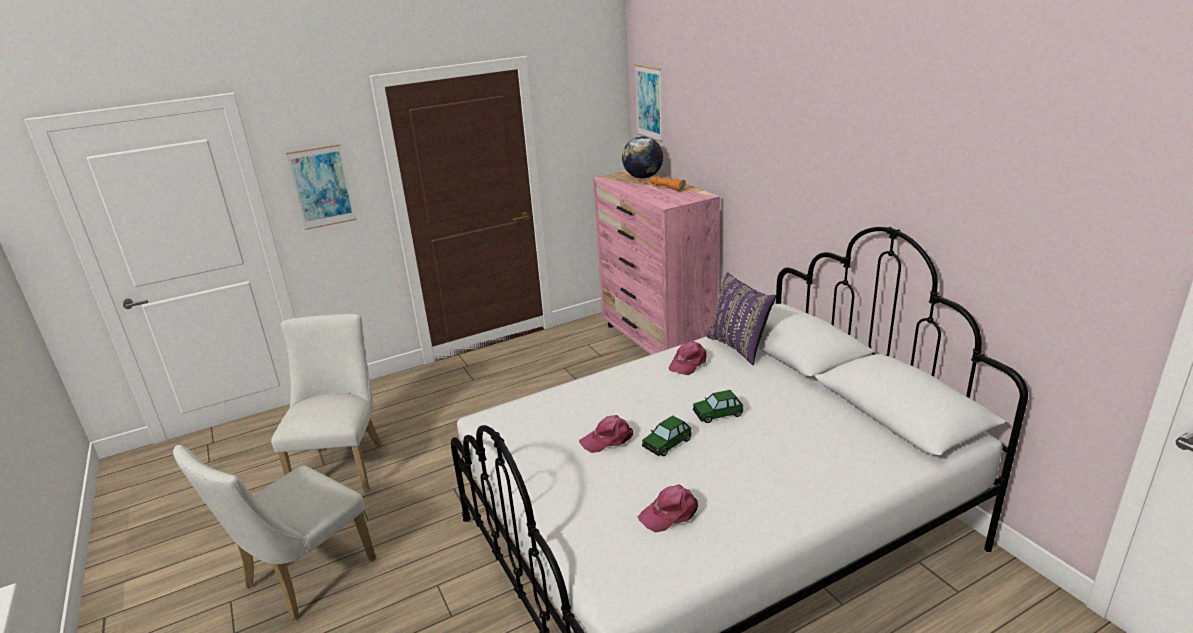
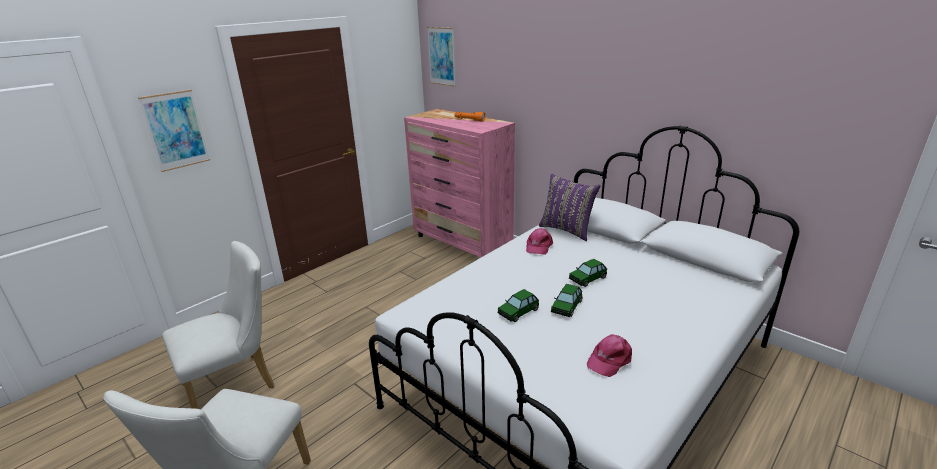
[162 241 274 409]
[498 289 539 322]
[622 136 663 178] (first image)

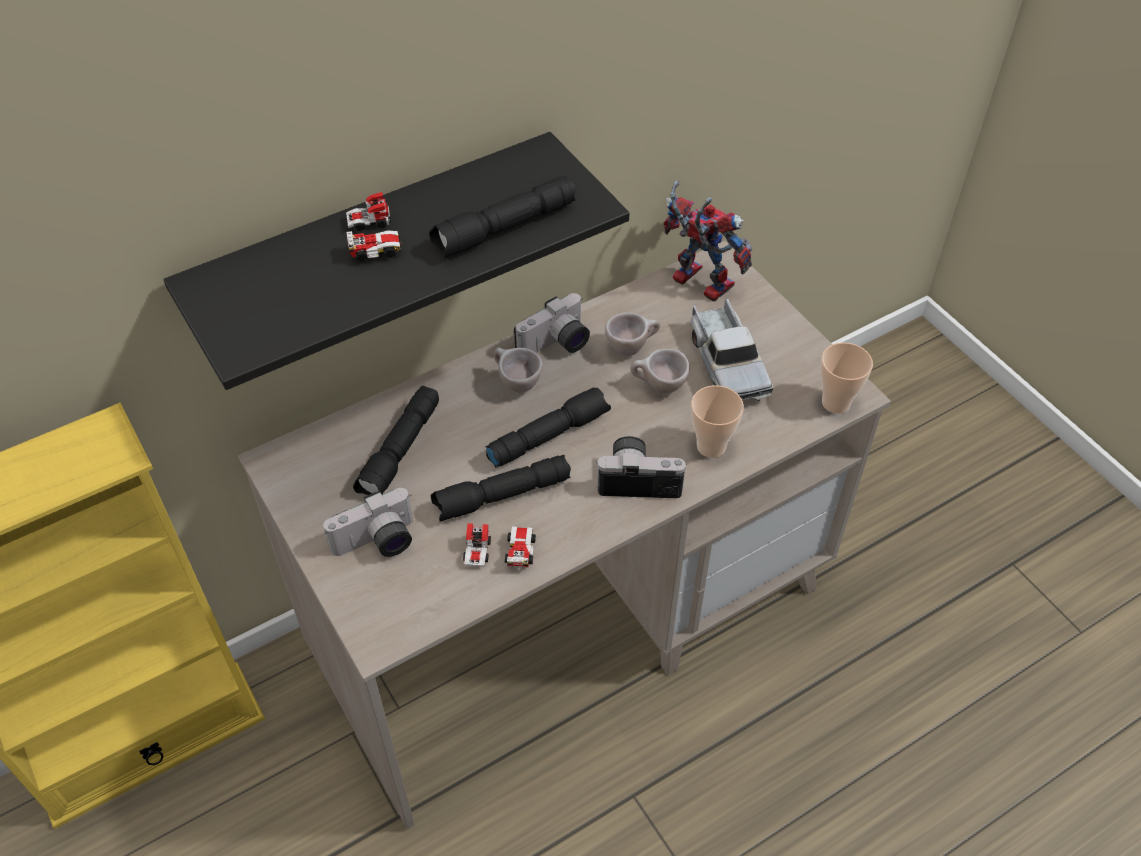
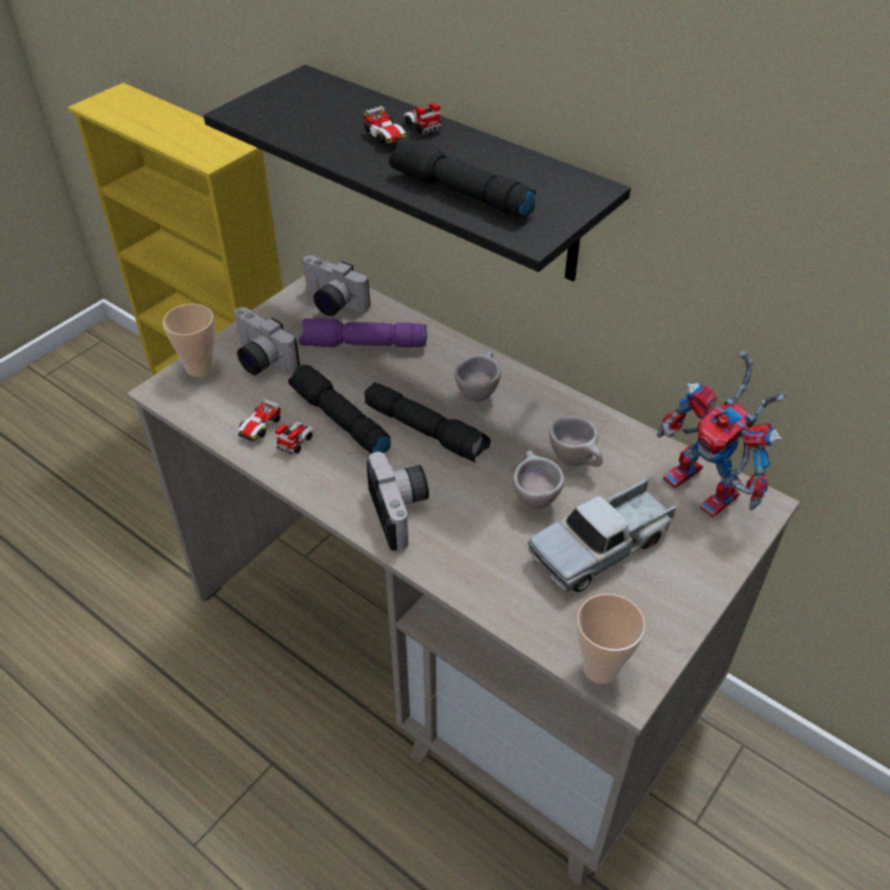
[299 318 427 347]
[238 398 314 455]
[302 255 370 316]
[657 351 786 517]
[163 304 215 377]

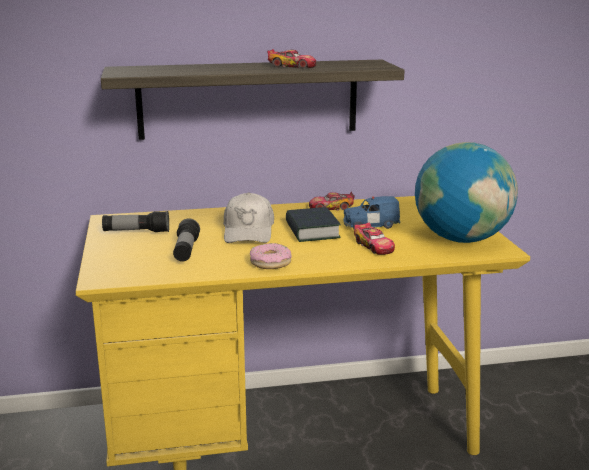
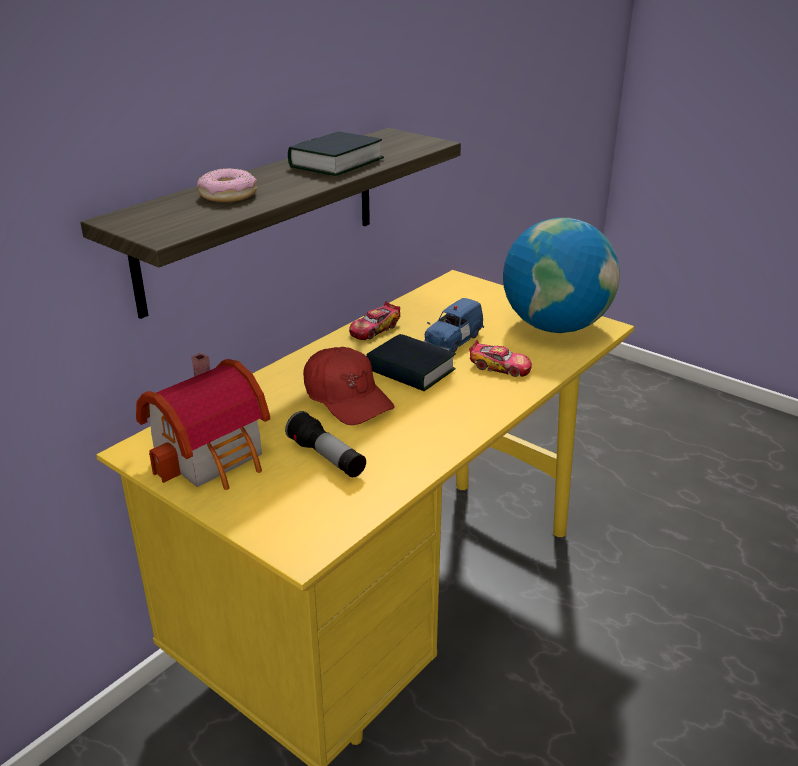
[136 353 270 490]
[303 347 395 425]
[197 168 257 202]
[288 131 384 176]

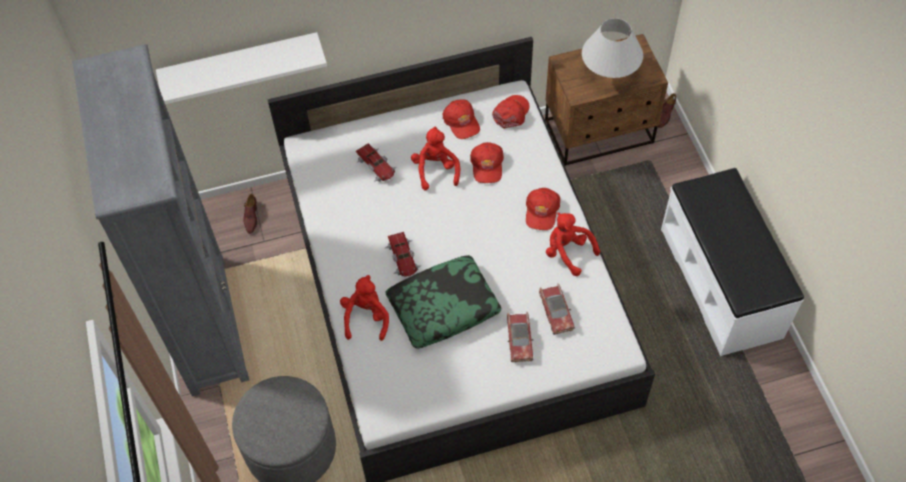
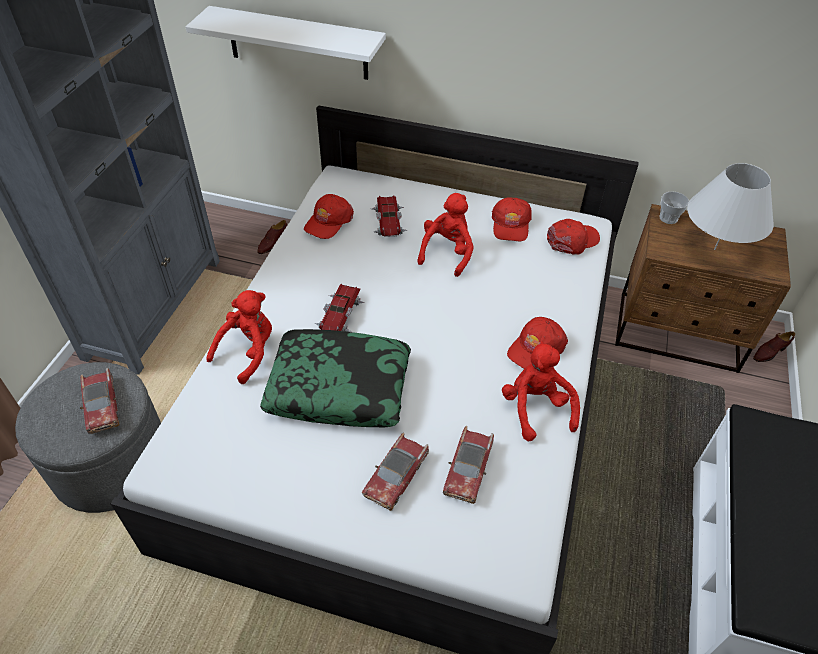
[304 194 354 239]
[80 368 120 434]
[659 191 689 224]

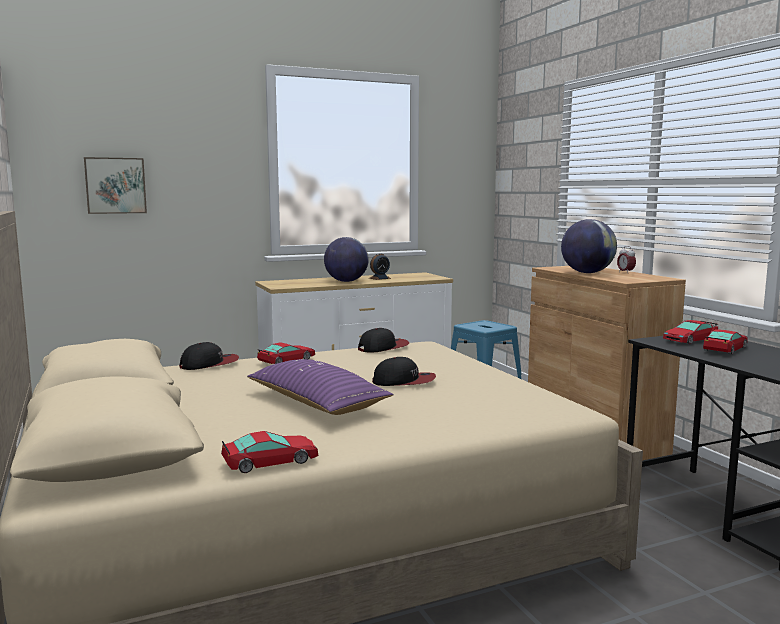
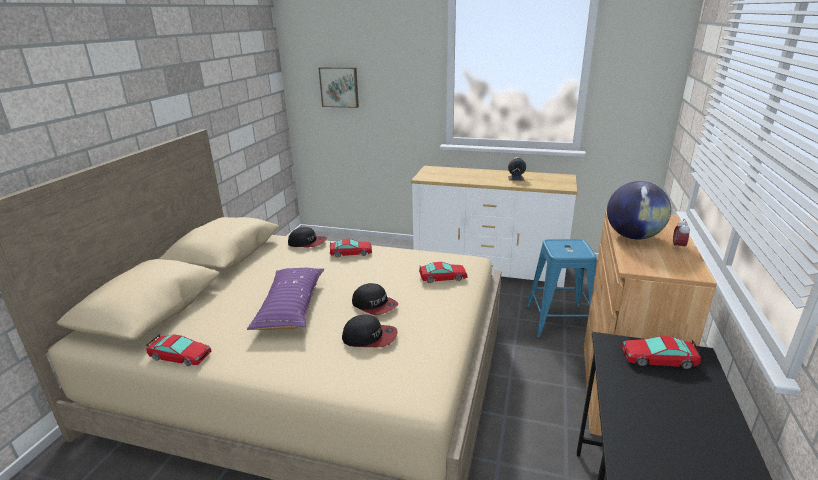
[324 237 369 282] (first image)
[342 314 398 347]
[419 262 467 283]

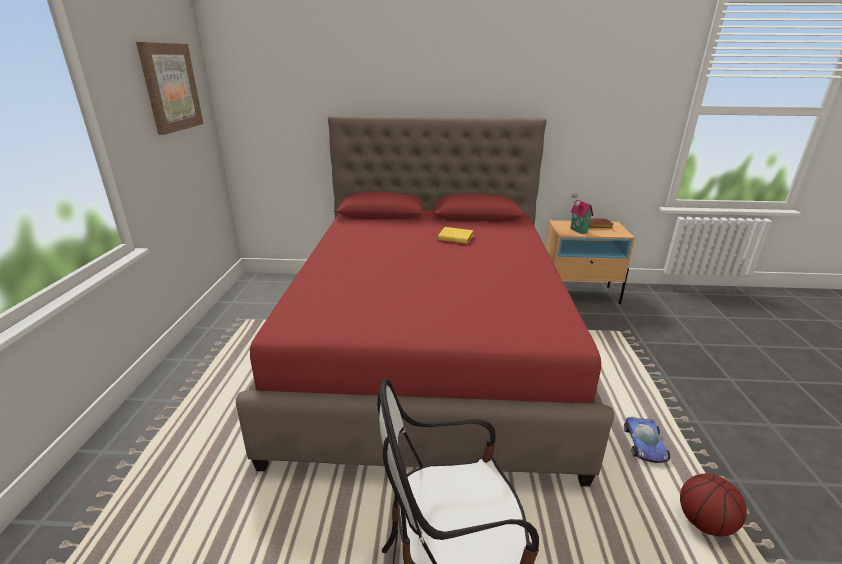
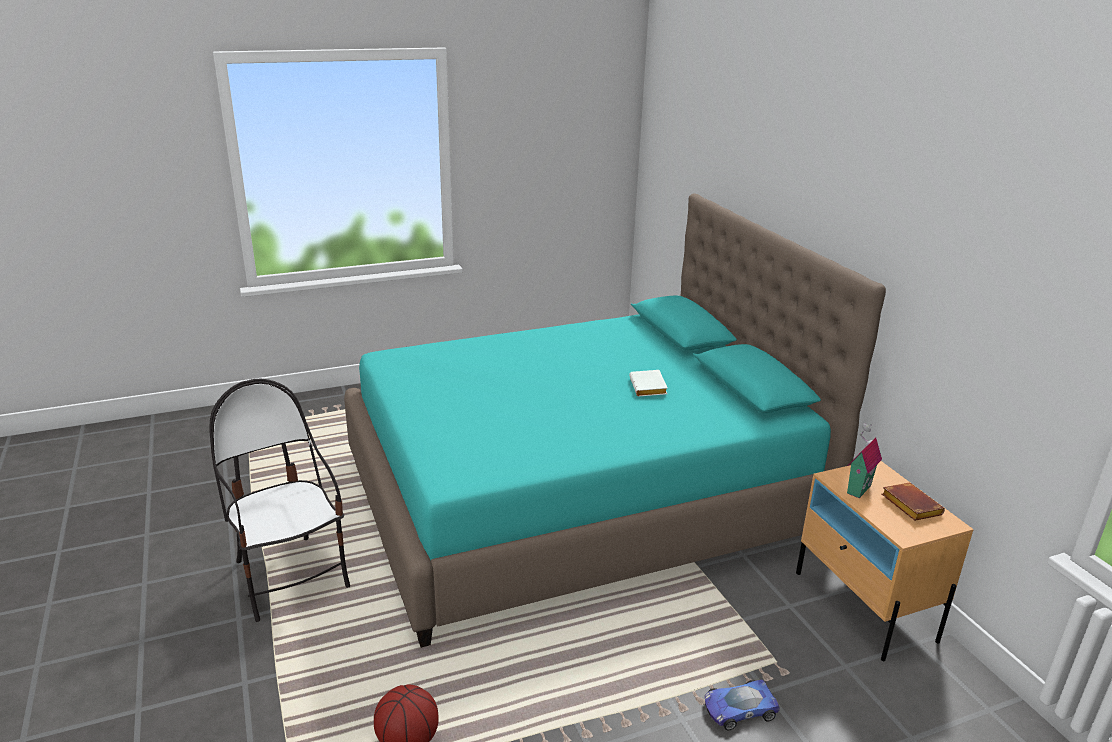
[136 42 203 135] (first image)
[344 193 886 648]
[629 370 668 396]
[705 679 780 731]

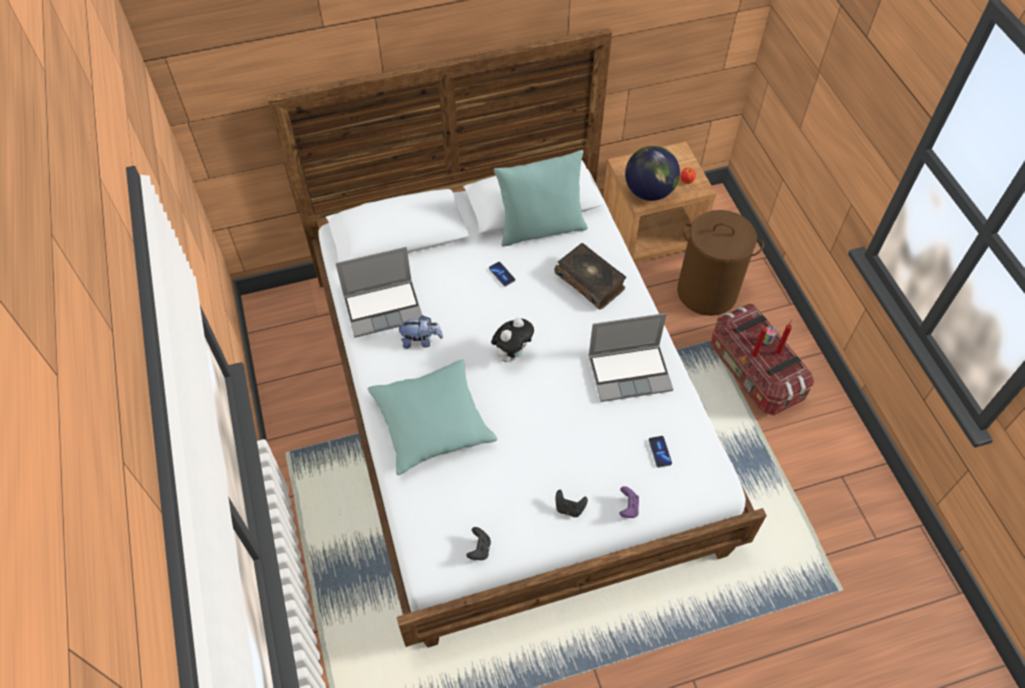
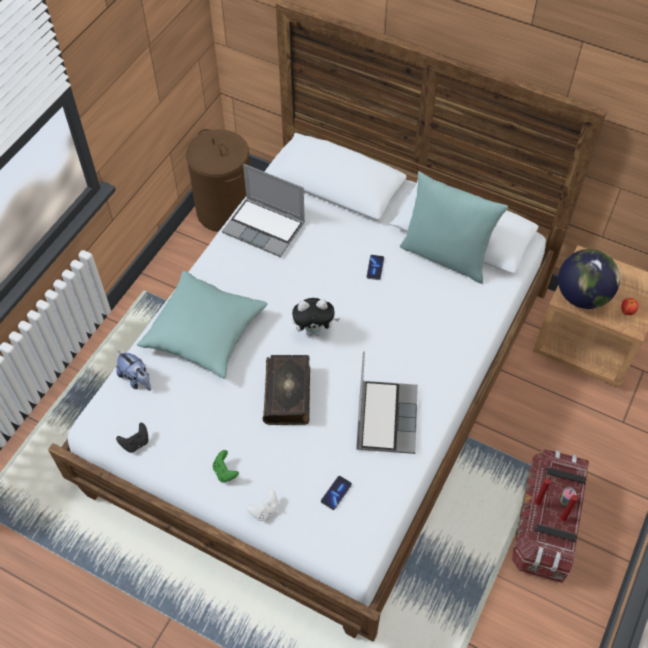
[116 351 151 391]
[263 355 310 425]
[213 450 239 482]
[356 351 418 454]
[246 489 279 521]
[186 129 250 232]

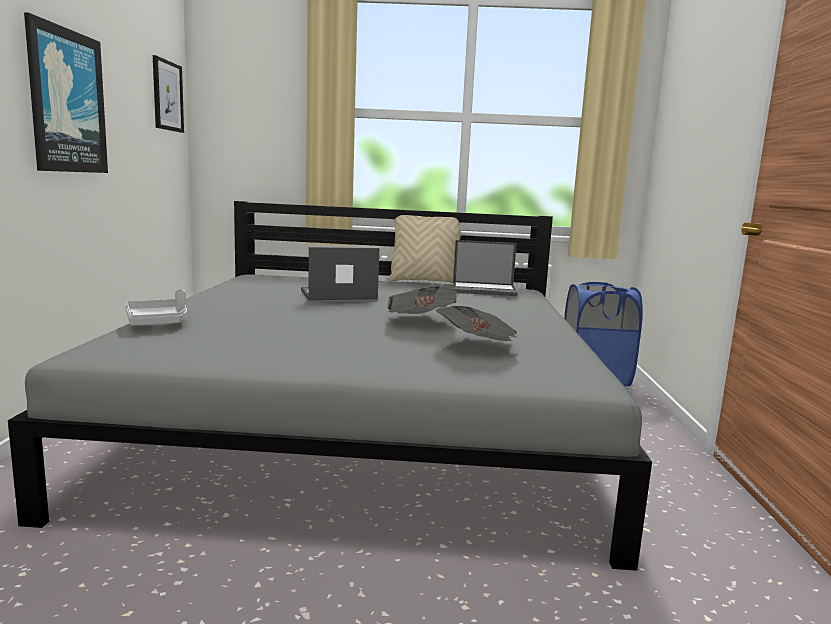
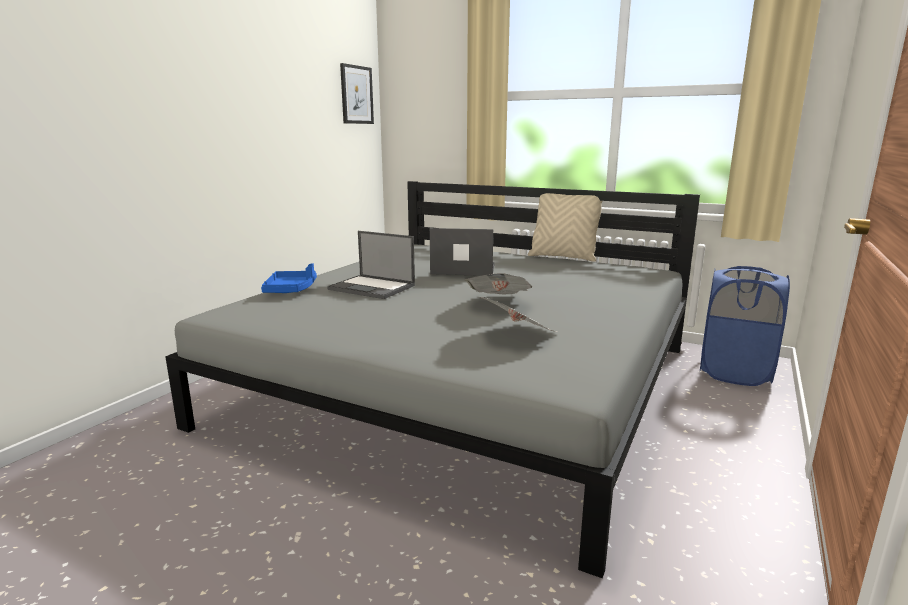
[24 12 108 173] (first image)
[261 264 317 293]
[327 231 415 299]

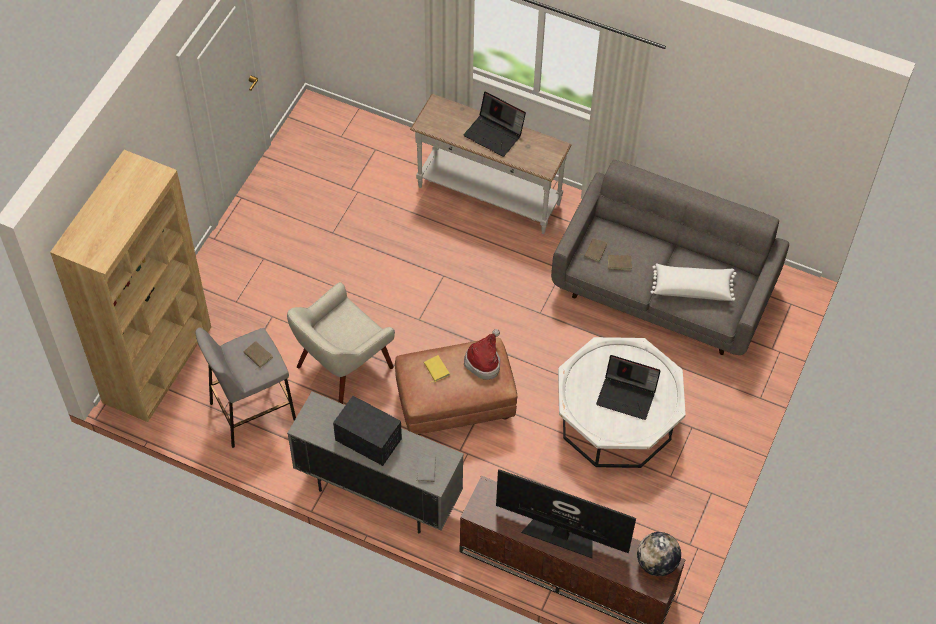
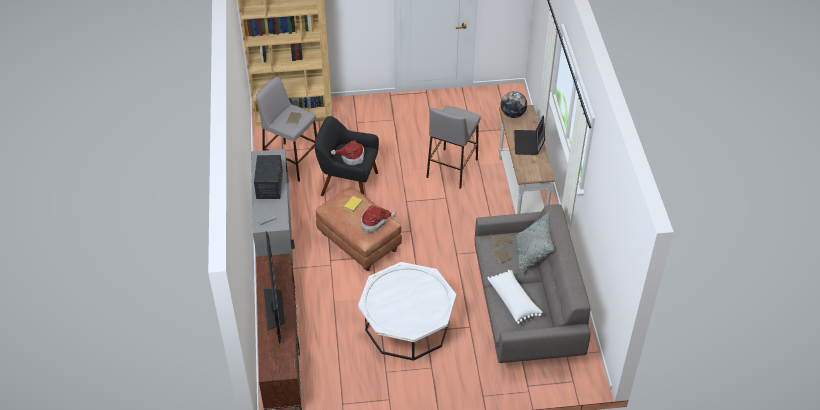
[315 116 379 196]
[596 355 660 420] (first image)
[501 91 527 118]
[331 141 364 165]
[426 105 480 189]
[515 212 555 274]

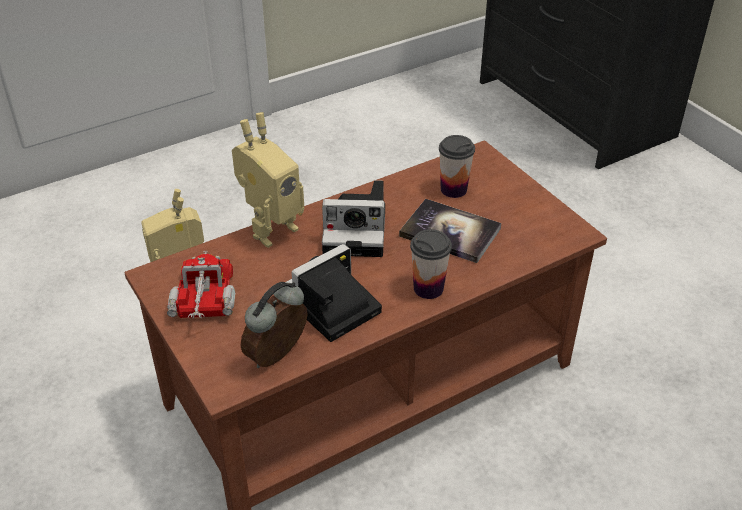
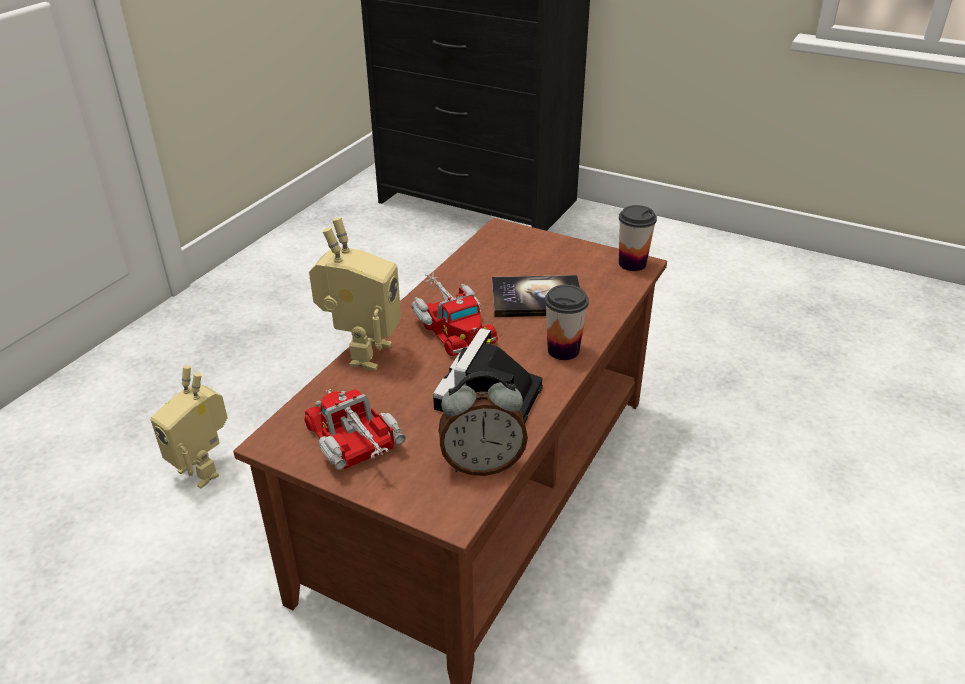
[438 371 528 476]
[411 272 498 356]
[619 205 657 271]

